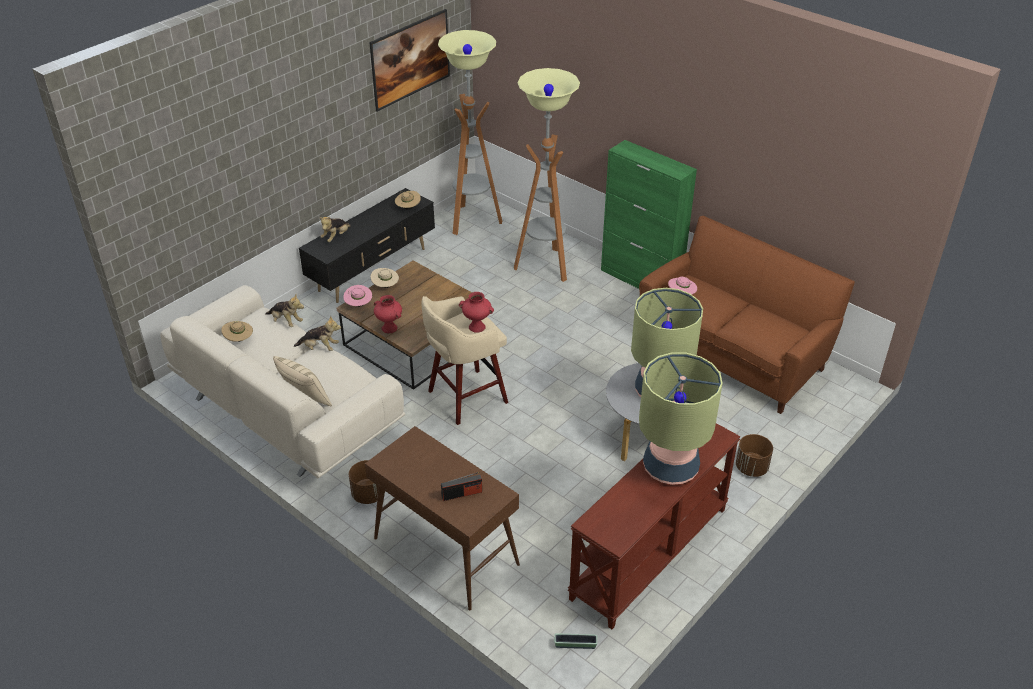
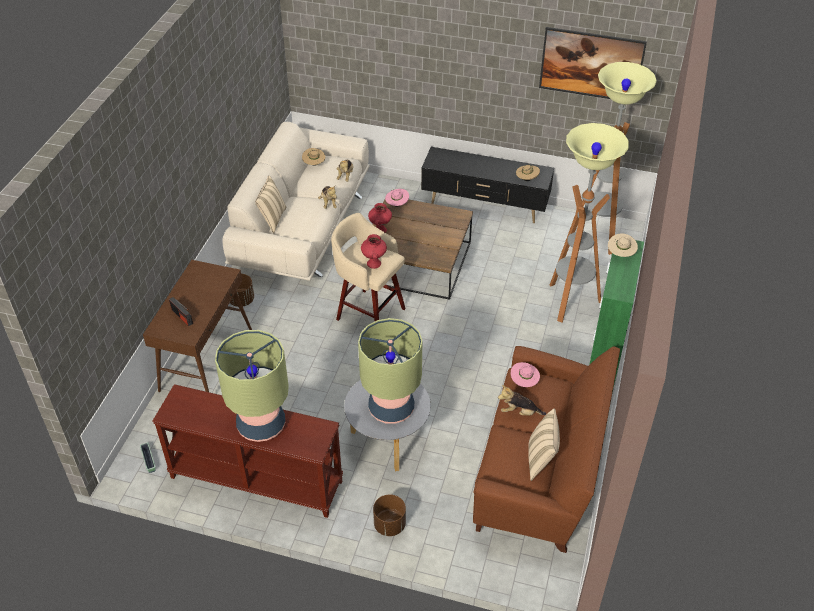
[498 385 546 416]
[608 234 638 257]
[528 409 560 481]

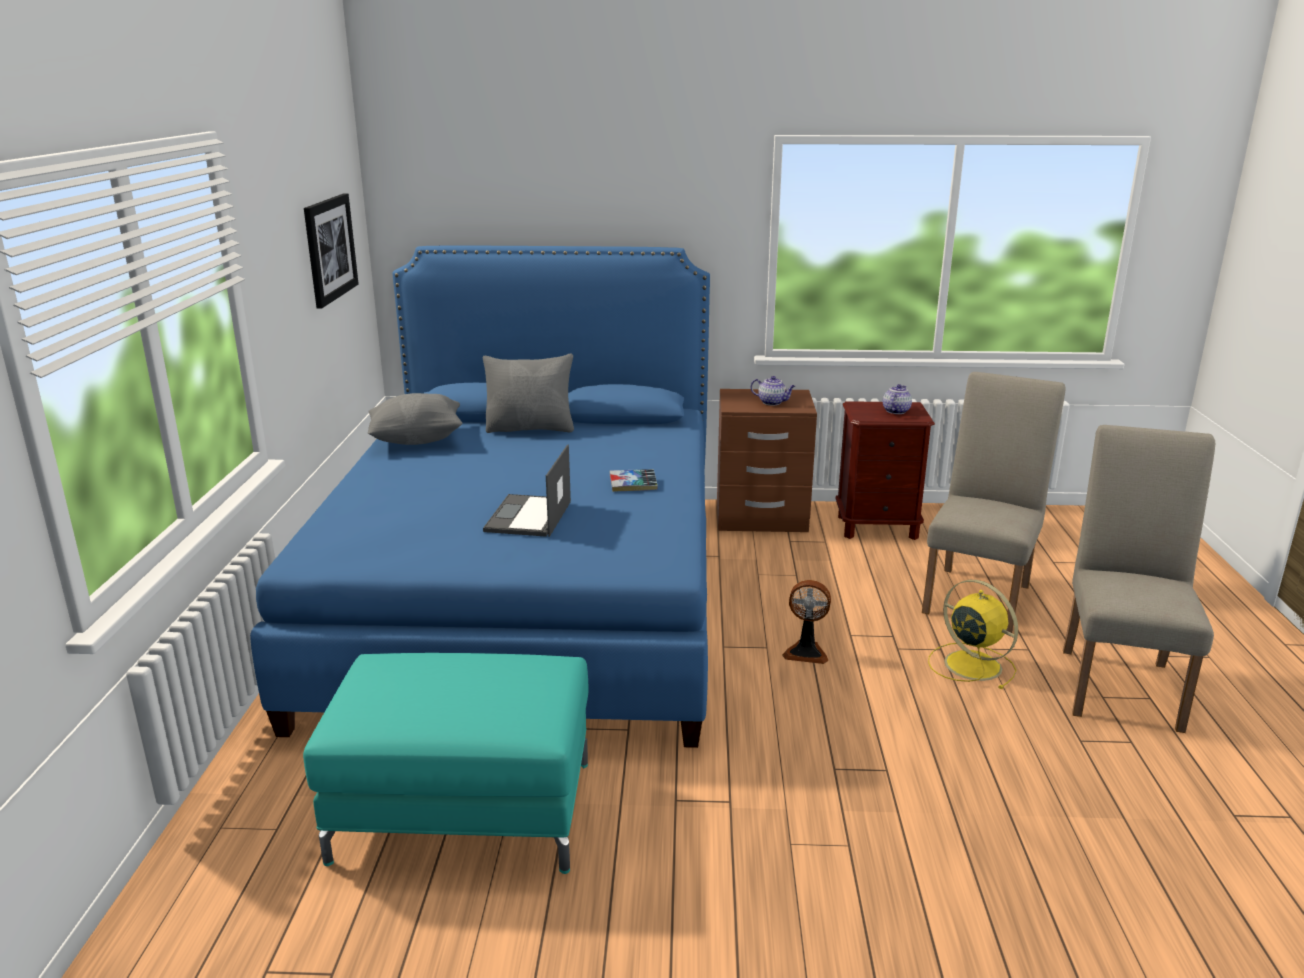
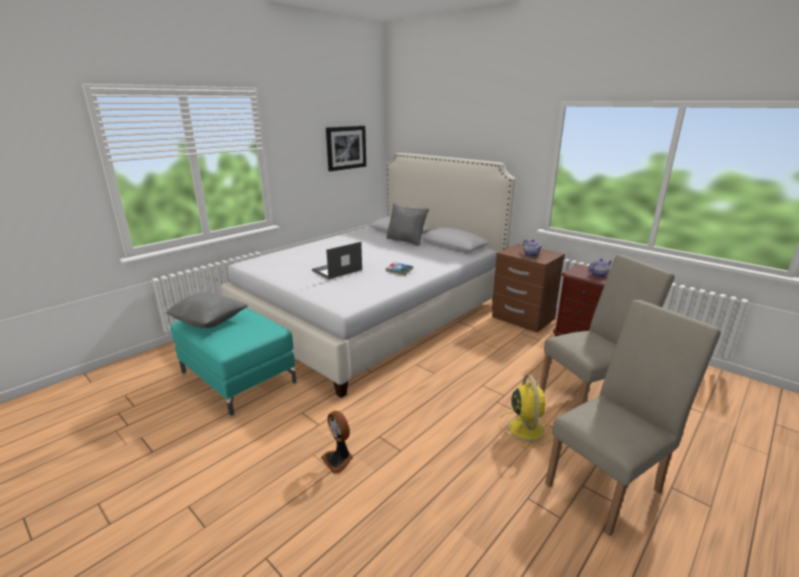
[221 153 516 398]
[165 292 248 328]
[321 411 353 474]

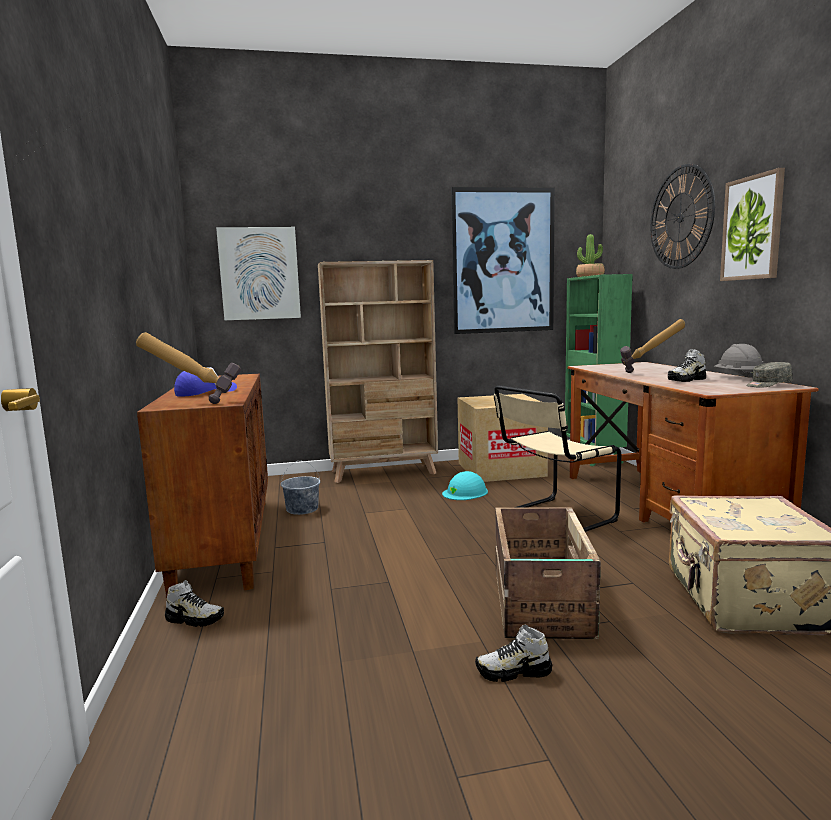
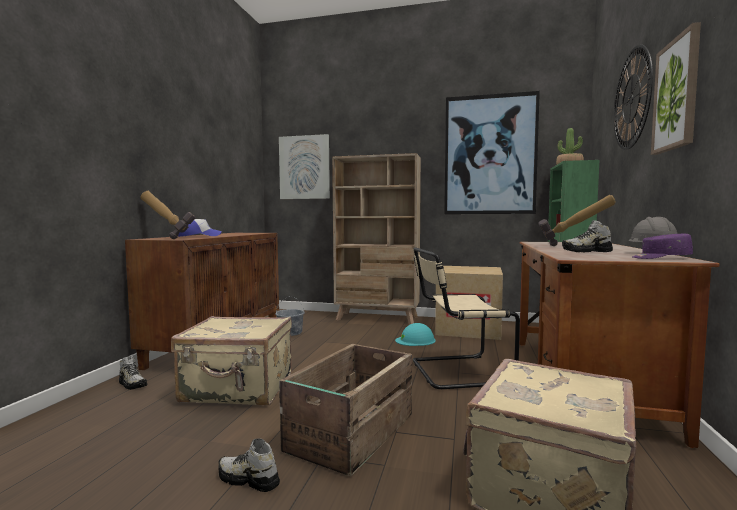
[632 234 693 259]
[171 316 292 405]

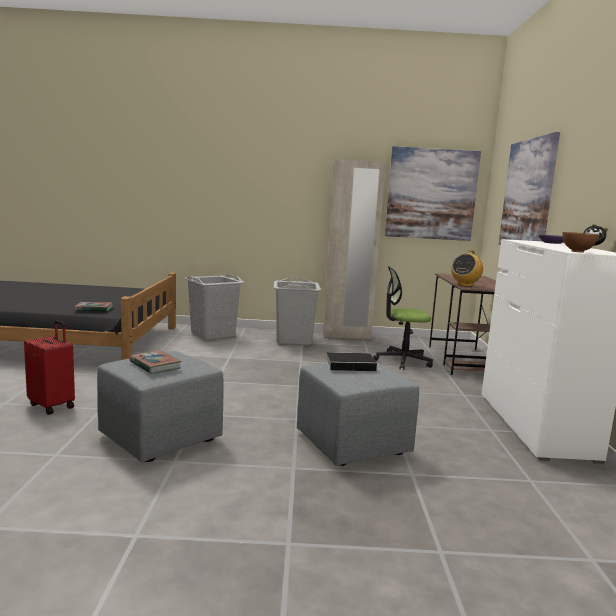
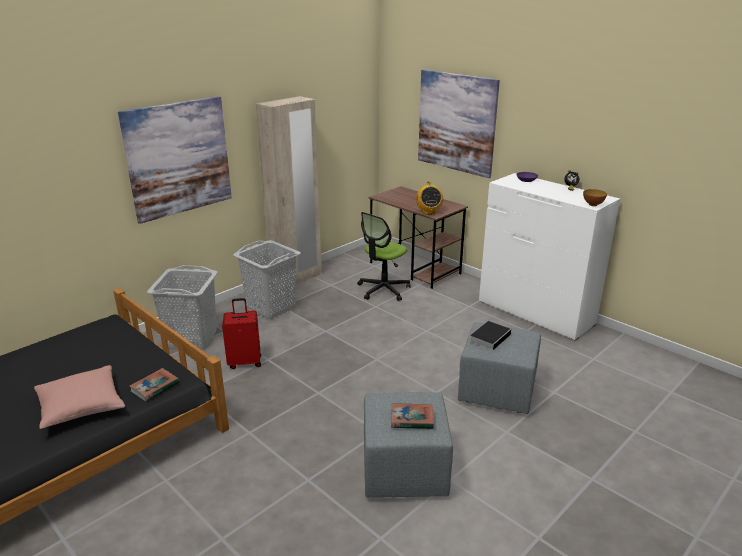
[222 298 261 369]
[118 96 232 224]
[34 365 125 429]

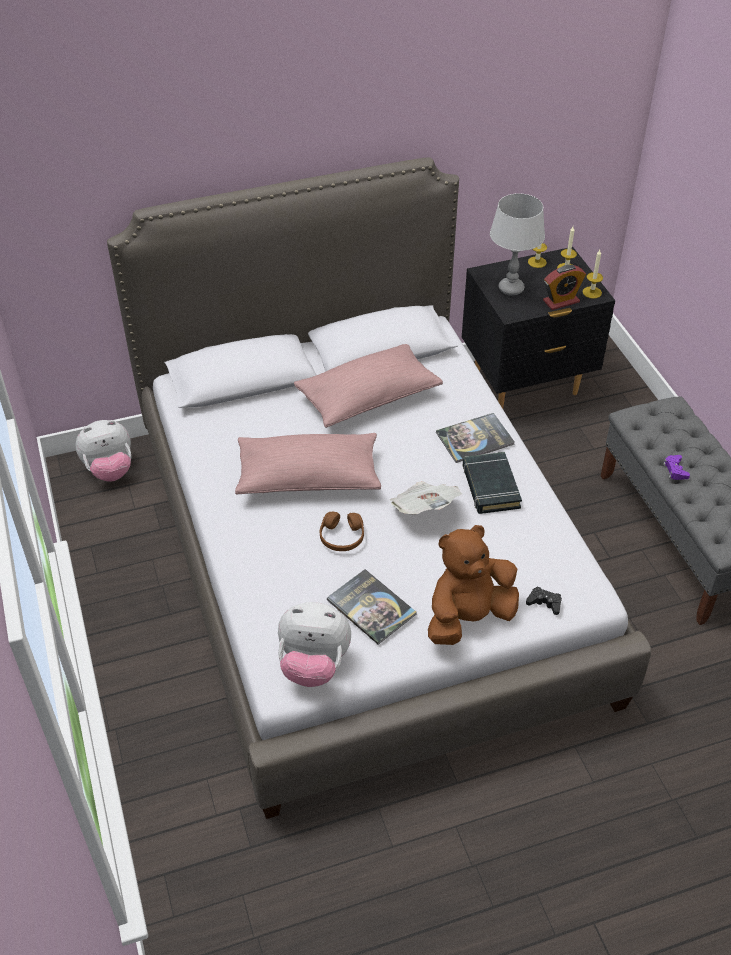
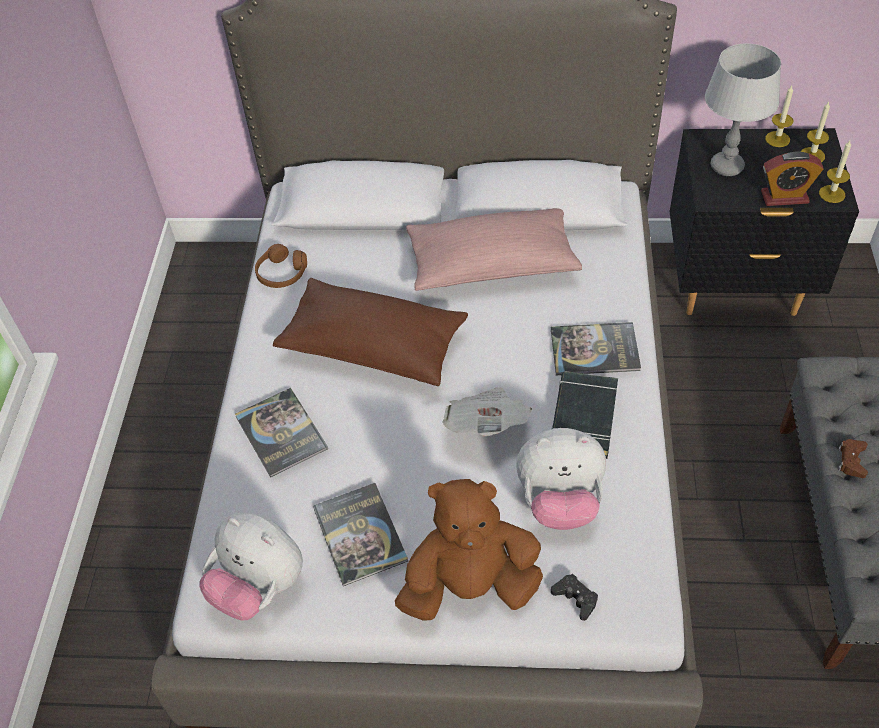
[516 428 606 530]
[273 278 468 386]
[255 244 307 288]
[838 439 868 478]
[235 388 328 478]

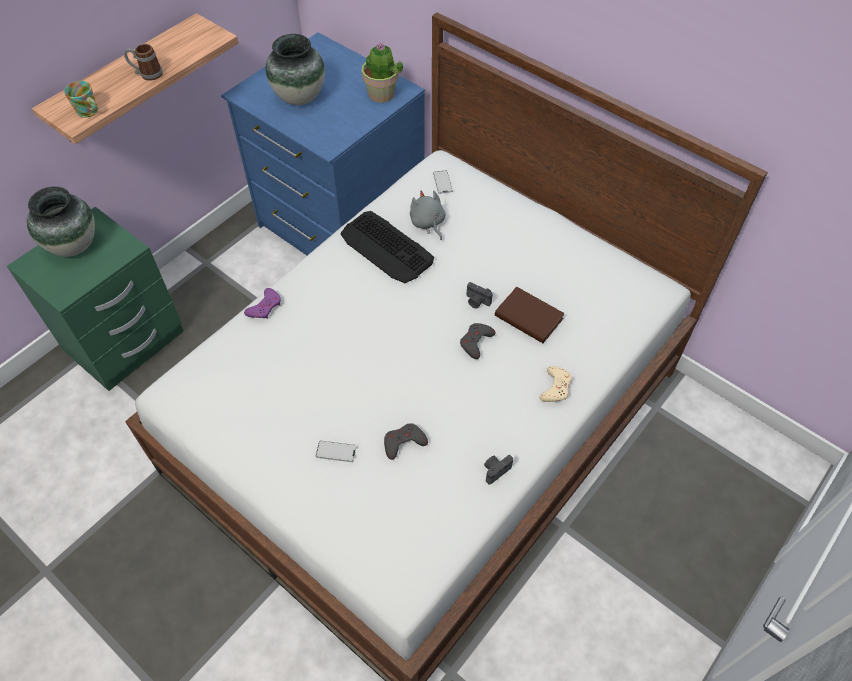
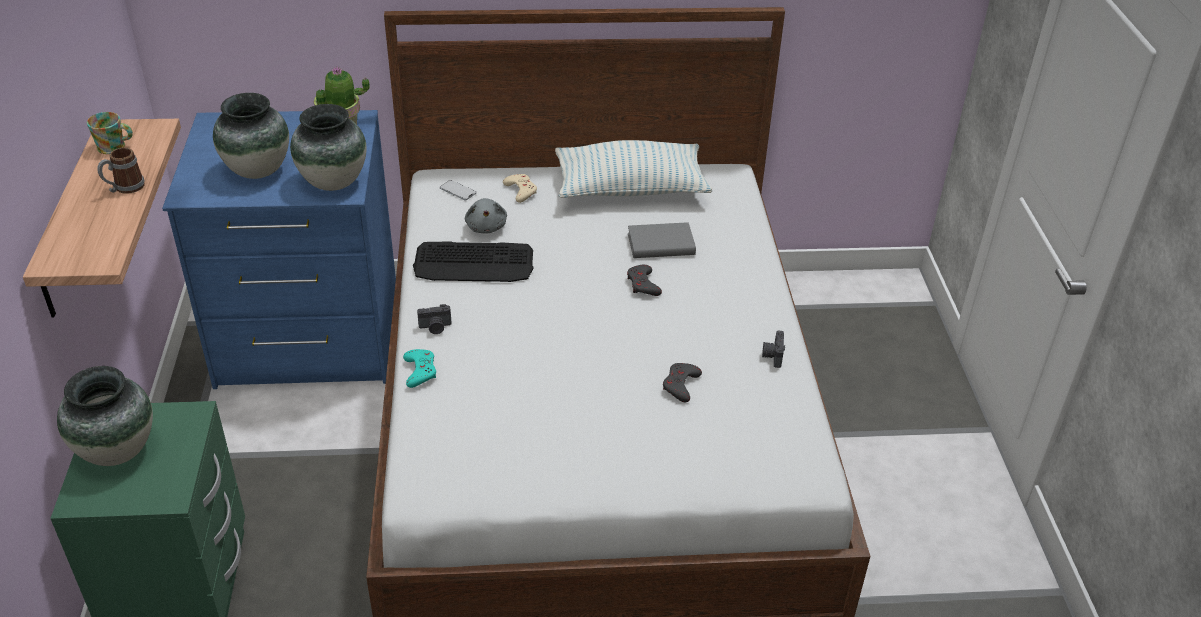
[87 112 133 154]
[403 349 436 388]
[316 441 356 462] (first image)
[465 198 507 234]
[417 304 451 334]
[628 222 696 258]
[503 174 537 203]
[290 104 367 191]
[555 140 712 198]

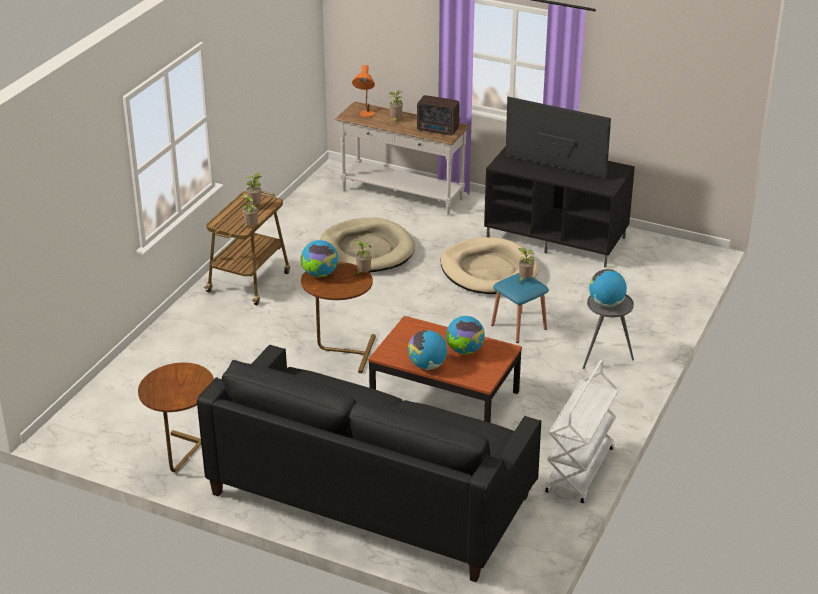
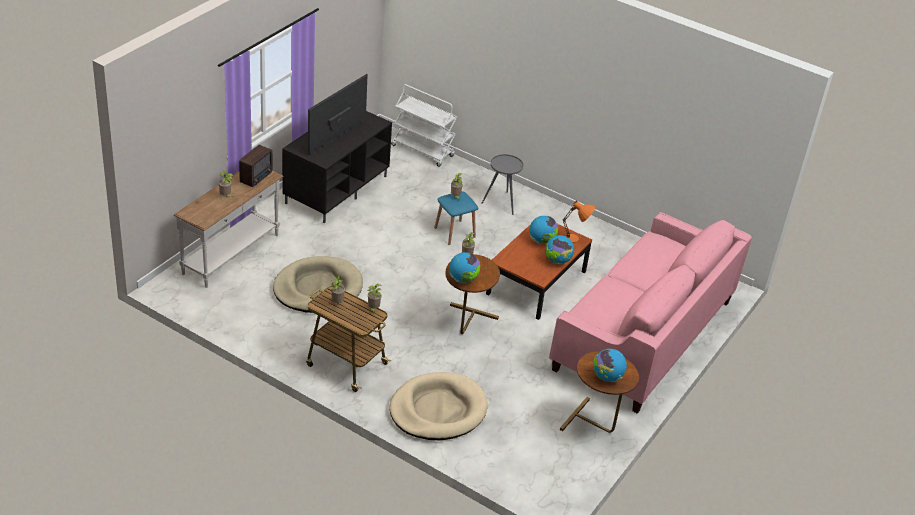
[549 212 752 414]
[563 201 595 243]
[390 372 488 440]
[391 84 457 167]
[593 349 627 382]

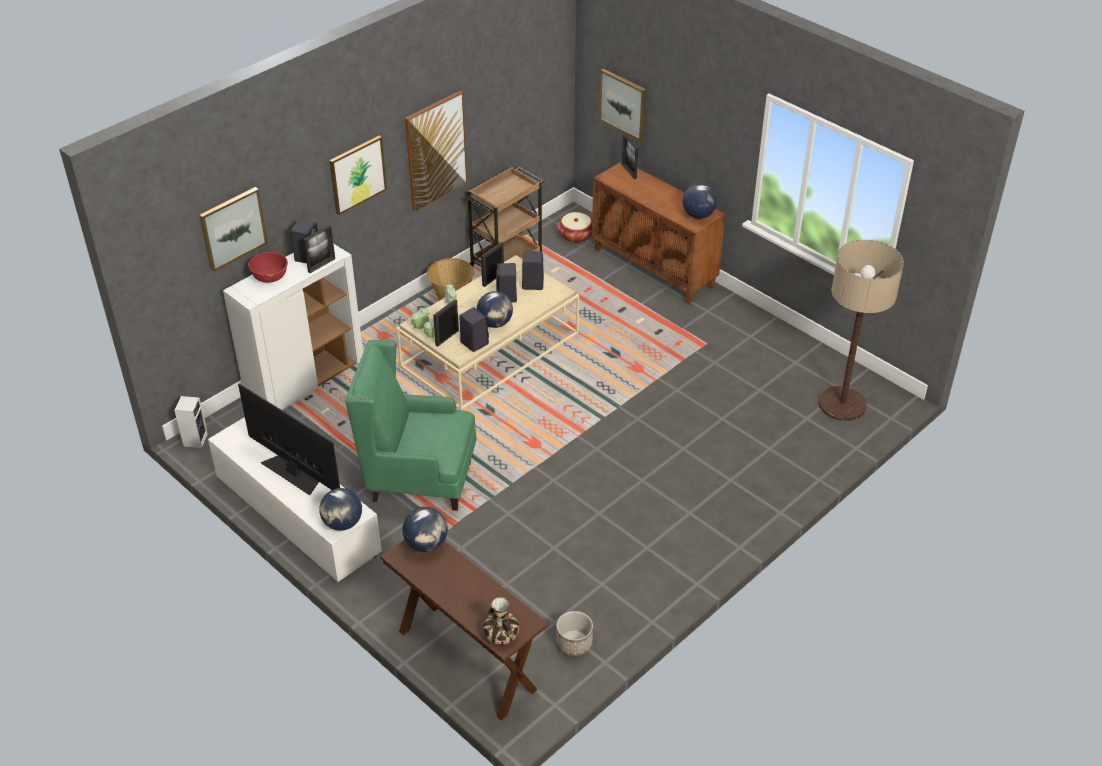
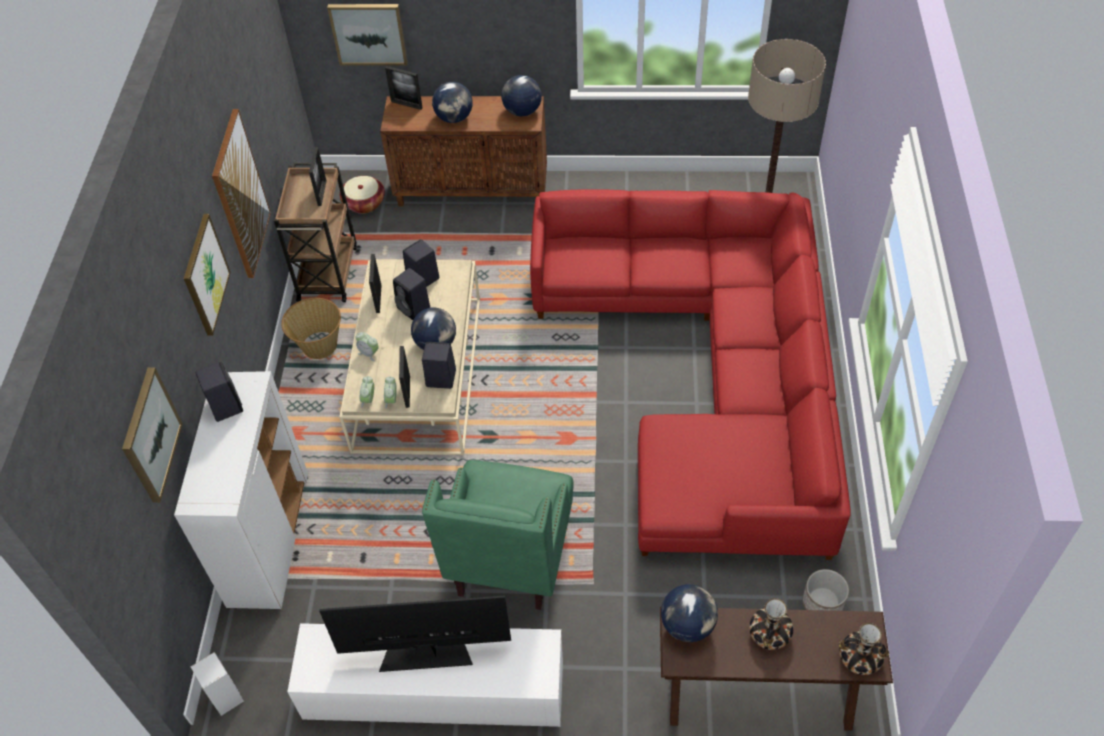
[248 252 288 283] (first image)
[309 147 326 206]
[432 82 473 123]
[422 460 574 610]
[530 189 851 560]
[749 598 793 650]

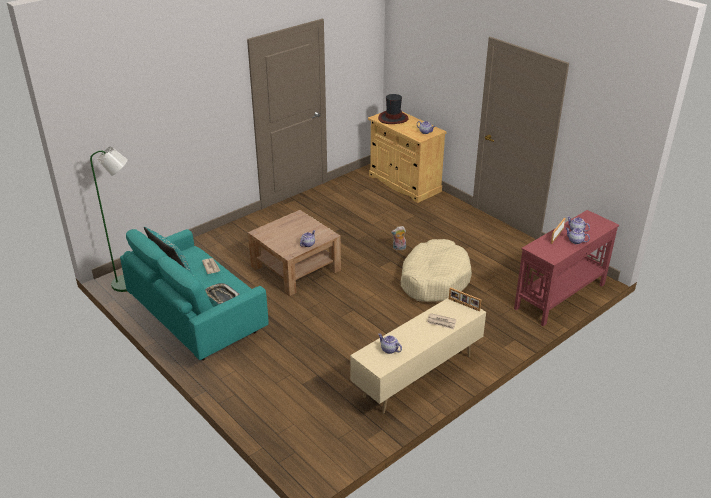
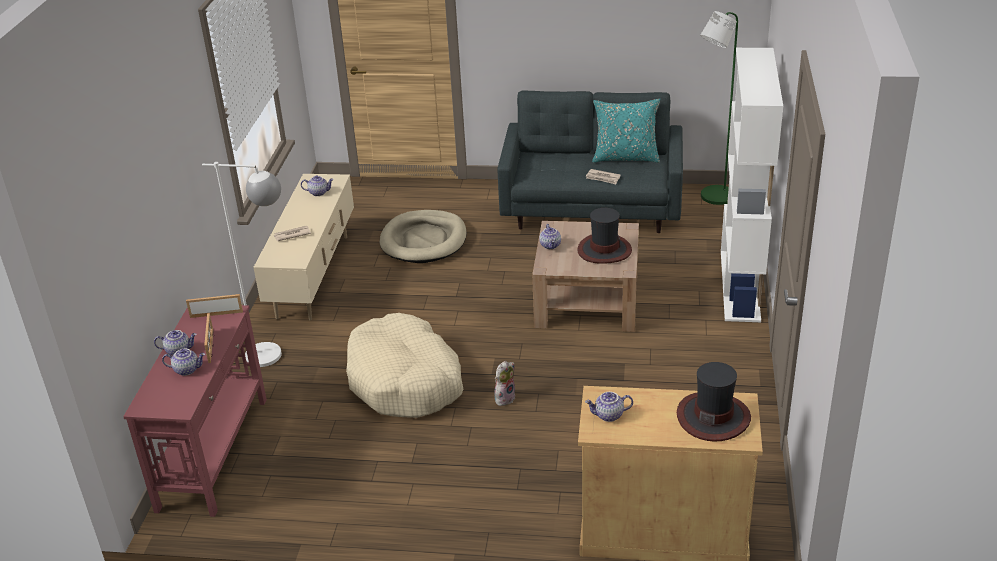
[498 91 683 233]
[205 283 240 304] (first image)
[186 294 243 318]
[202 162 282 367]
[379 210 467 263]
[577 208 632 264]
[721 48 783 322]

